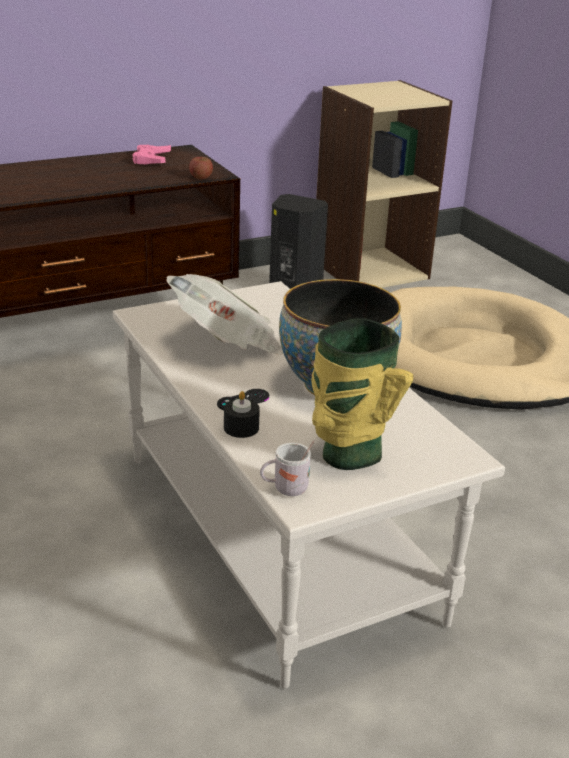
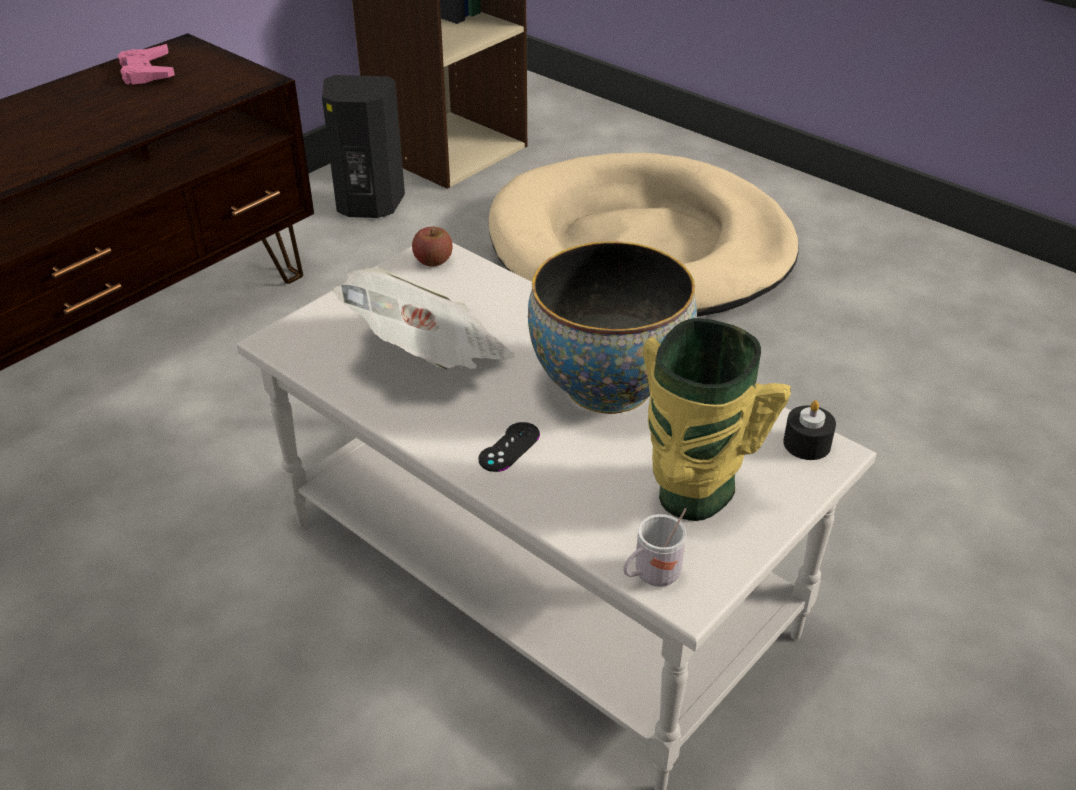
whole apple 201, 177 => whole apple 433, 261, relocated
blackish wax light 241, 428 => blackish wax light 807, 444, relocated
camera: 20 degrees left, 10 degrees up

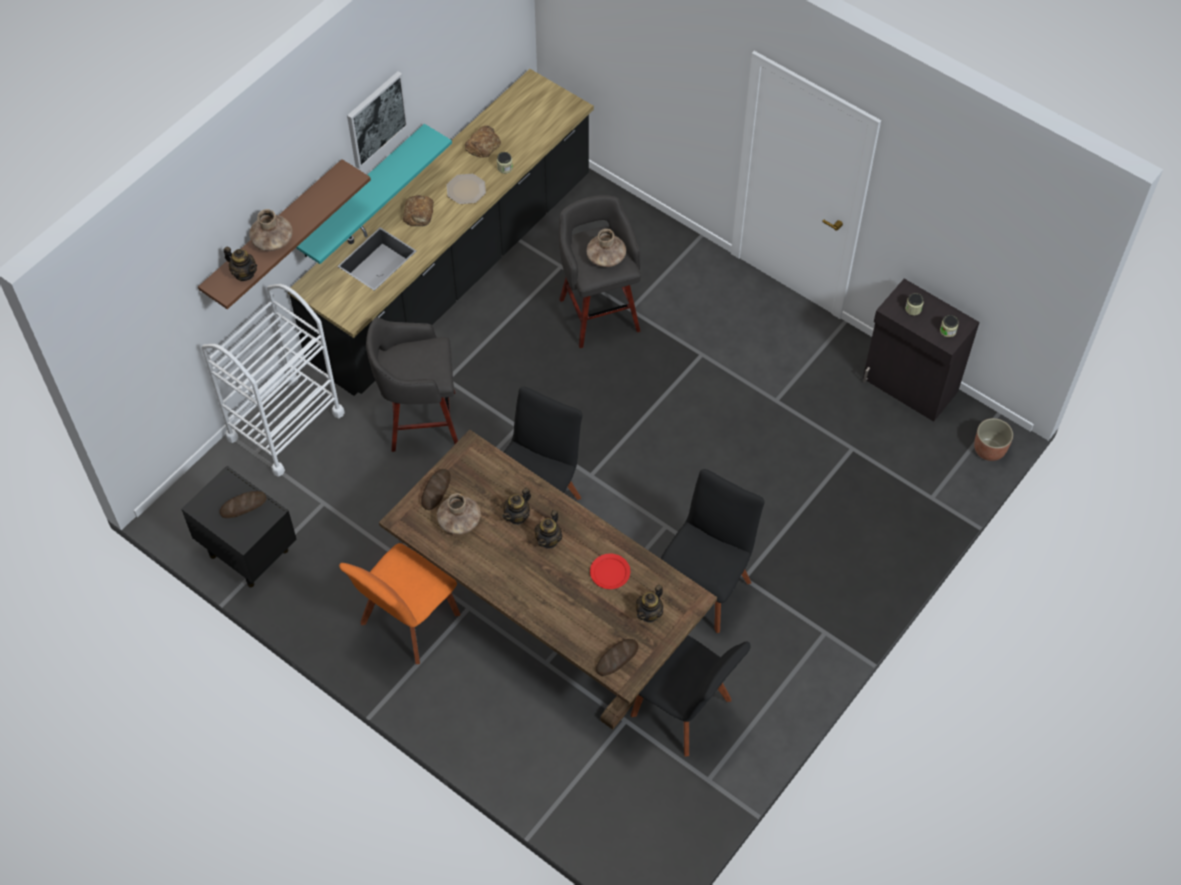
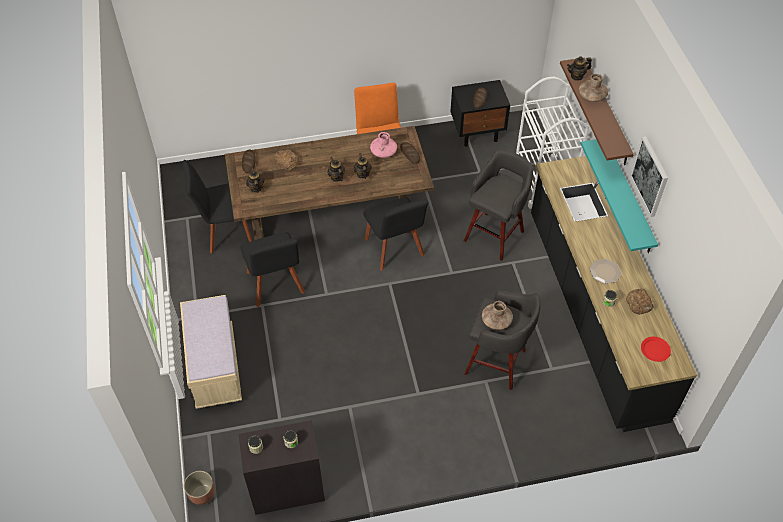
nothing => beige bench 215, 367
bakery bread 419, 214 => bakery bread 287, 161, relocated
red-coloured flat dish 609, 572 => red-coloured flat dish 655, 350, relocated
brown flower vase 459, 521 => pinkish flower vase 383, 152
camera: 130 degrees right, 5 degrees down

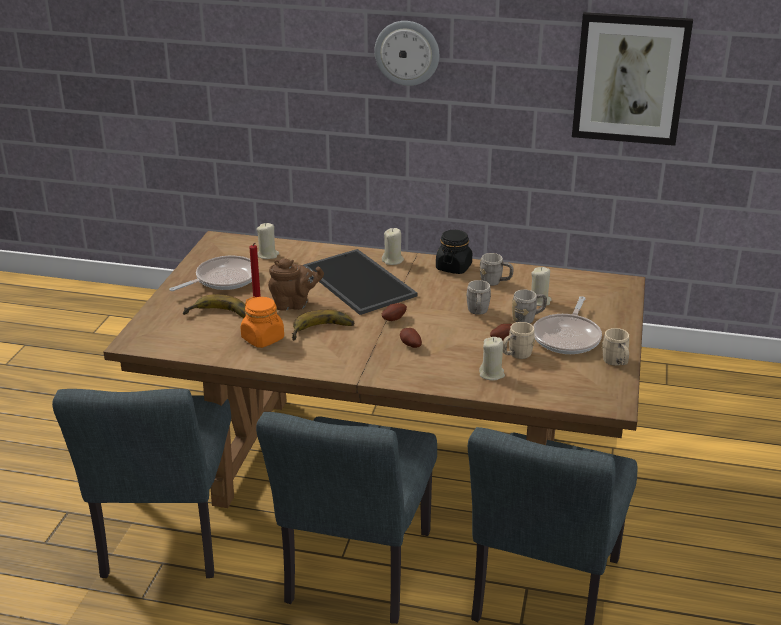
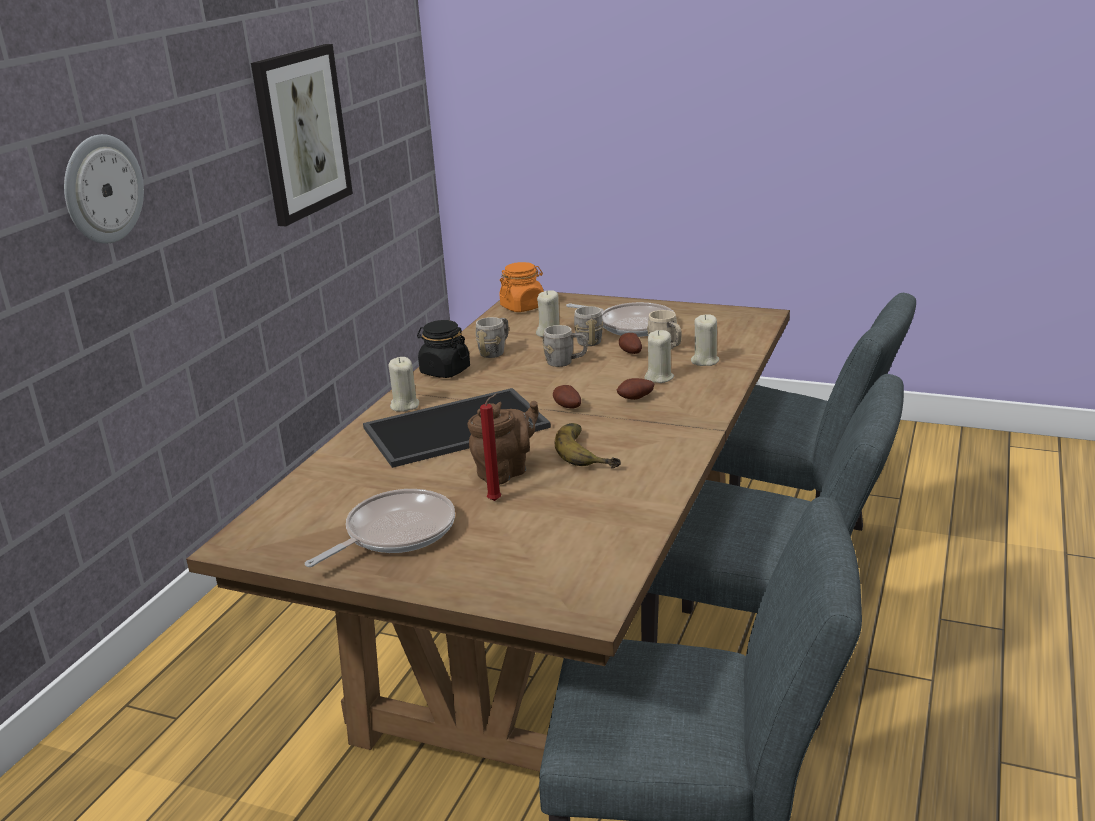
banana 218, 316 => nothing
beige mug 616, 363 => nothing
orange jar 263, 339 => orange jar 522, 307, relocated
beige wax light 268, 255 => beige wax light 659, 377, relocated
frying pan 223, 279 => frying pan 395, 533, 75 degrees clockwise
brown teapot 294, 304 => brown teapot 505, 472, 45 degrees clockwise
camera: 80 degrees left, 5 degrees down

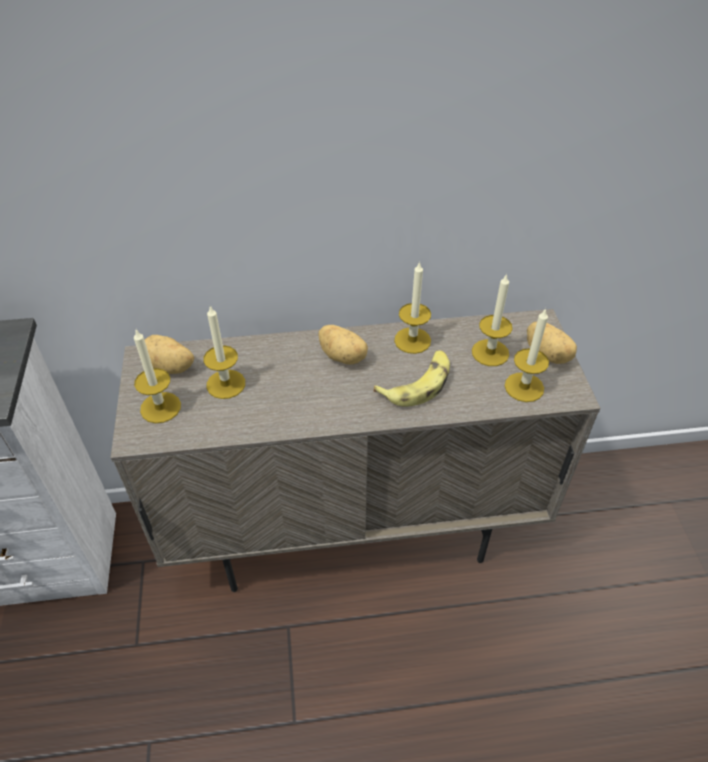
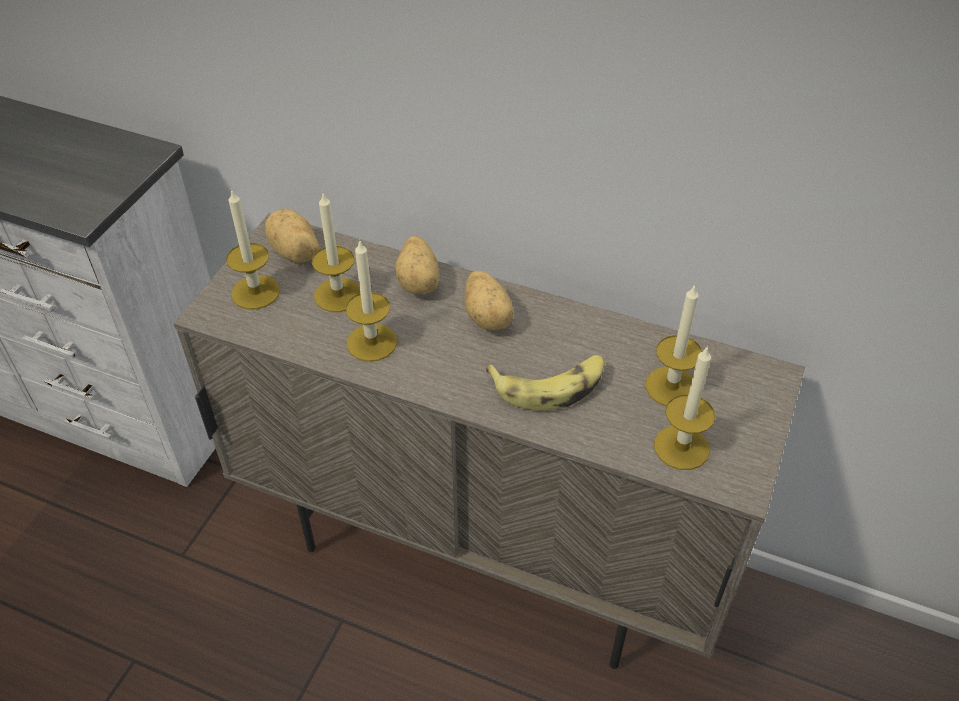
wax light 412, 340 => wax light 371, 342, relocated
spud 548, 354 => spud 419, 282, relocated
camera: 30 degrees right, 0 degrees up

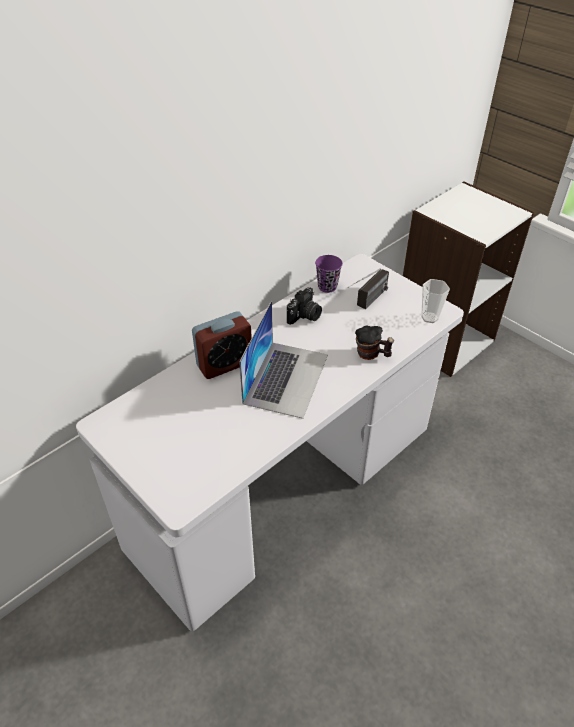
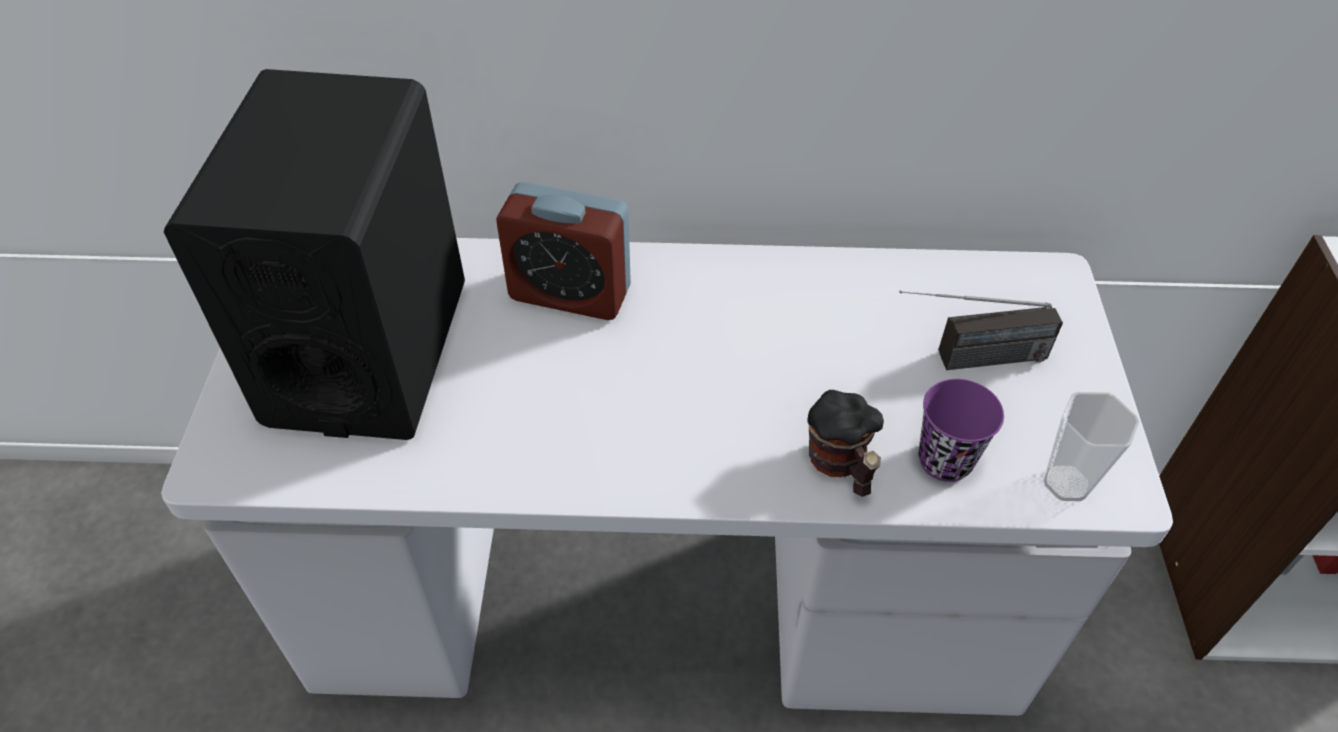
notebook computer 286, 378 => nothing
photo camera 305, 316 => nothing
nothing => blackish speaker 368, 351
purple-coloured drinking cup 327, 287 => purple-coloured drinking cup 945, 460, relocated
camera: 45 degrees right, 5 degrees up

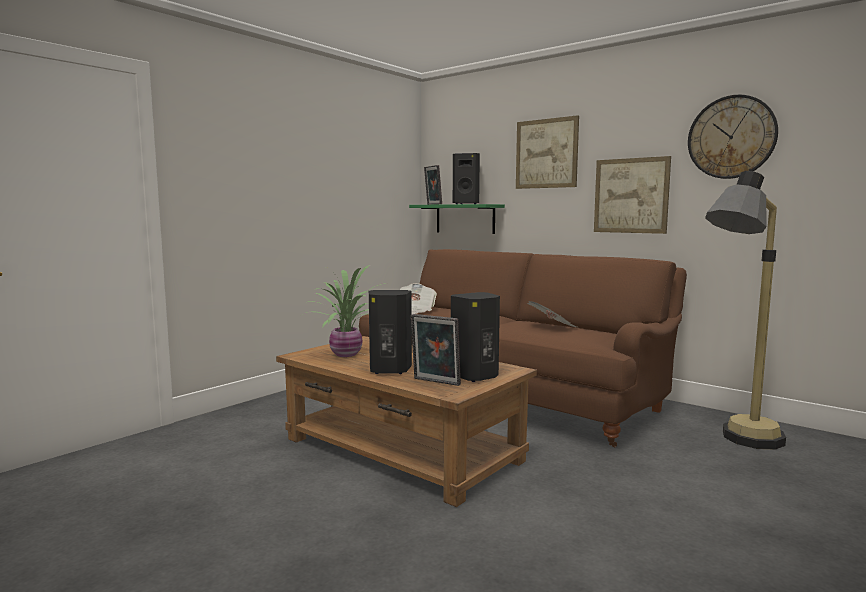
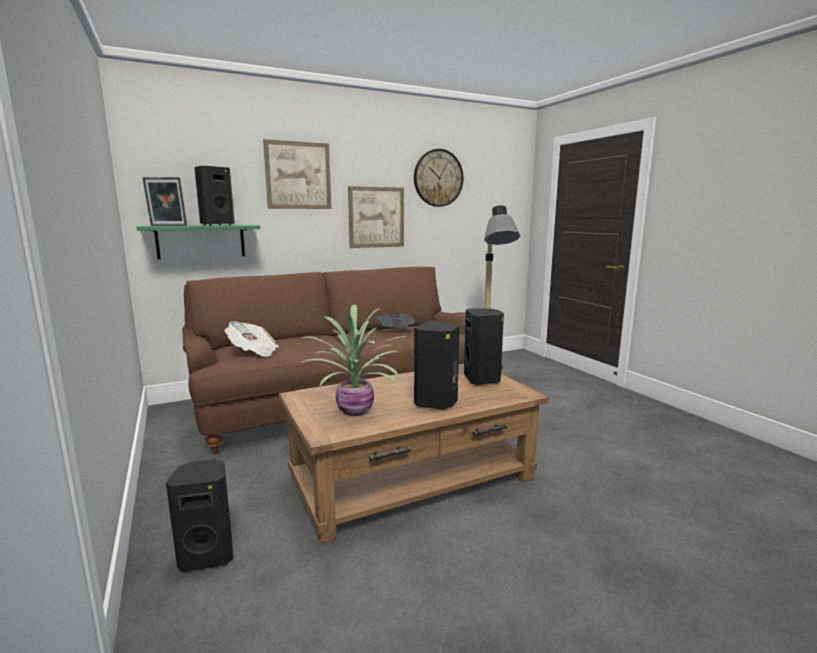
picture frame 435, 382 => nothing
nothing => blackish speaker 208, 555
camera: 65 degrees left, 5 degrees up

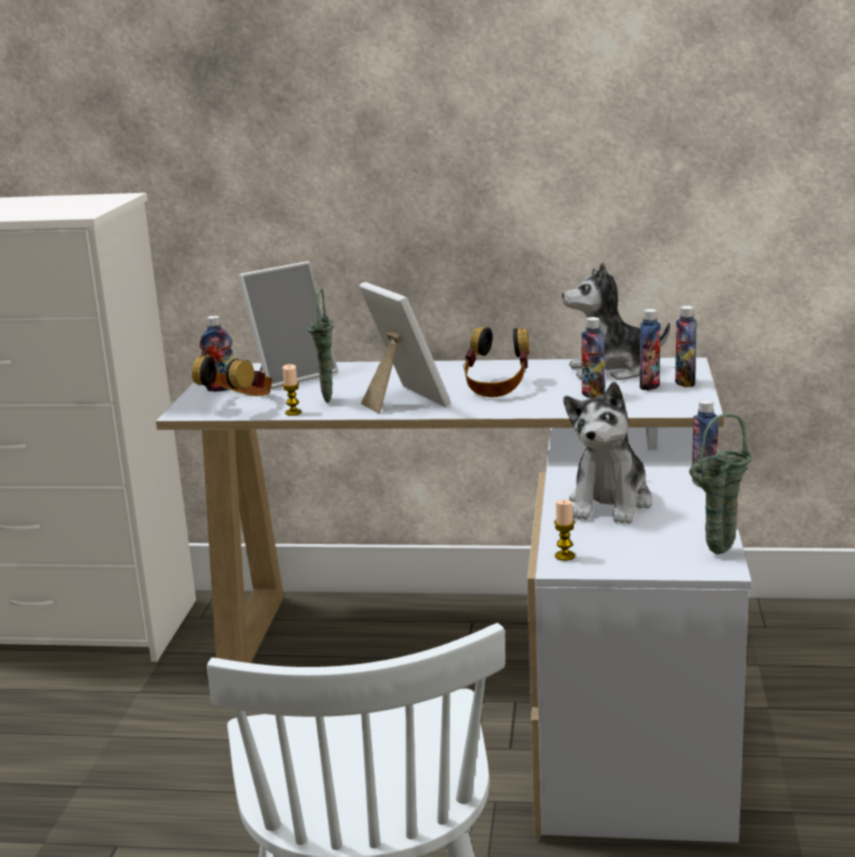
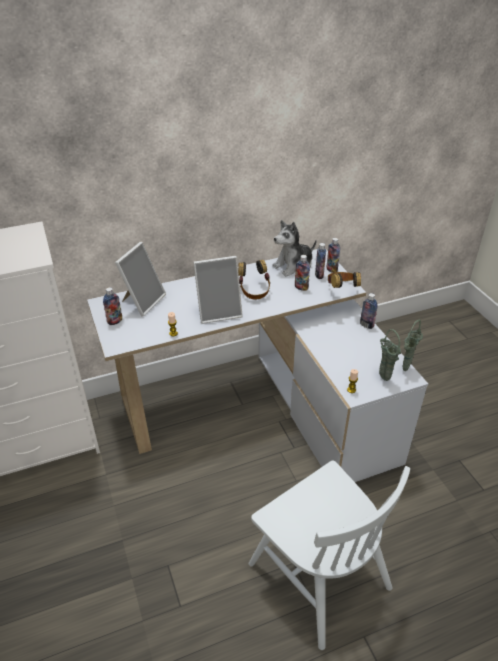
cuddly toy 610, 503 => nothing
headset 239, 404 => headset 342, 289, relocated
greenish flower vase 327, 400 => greenish flower vase 382, 378, relocated
picture frame 402, 401 => picture frame 219, 312, 135 degrees clockwise
camera: 30 degrees left, 20 degrees up

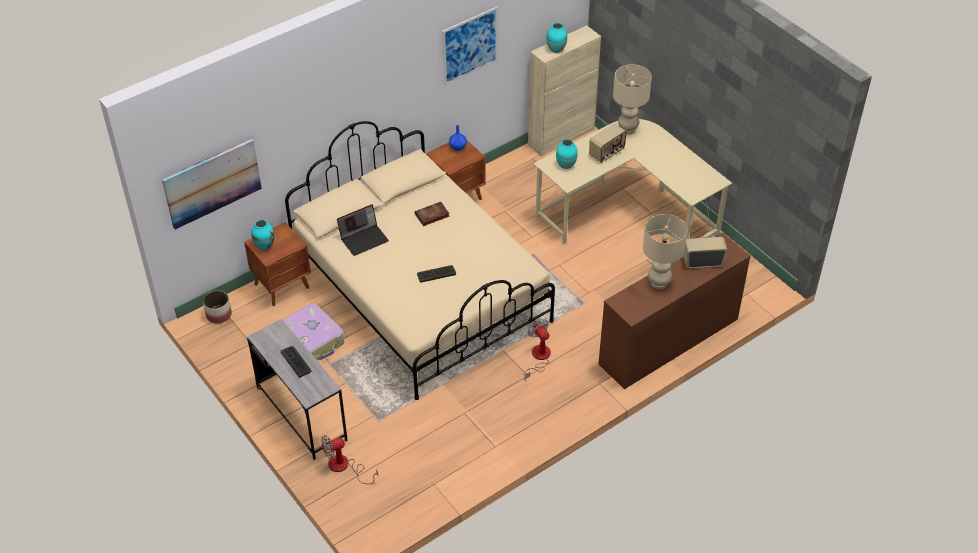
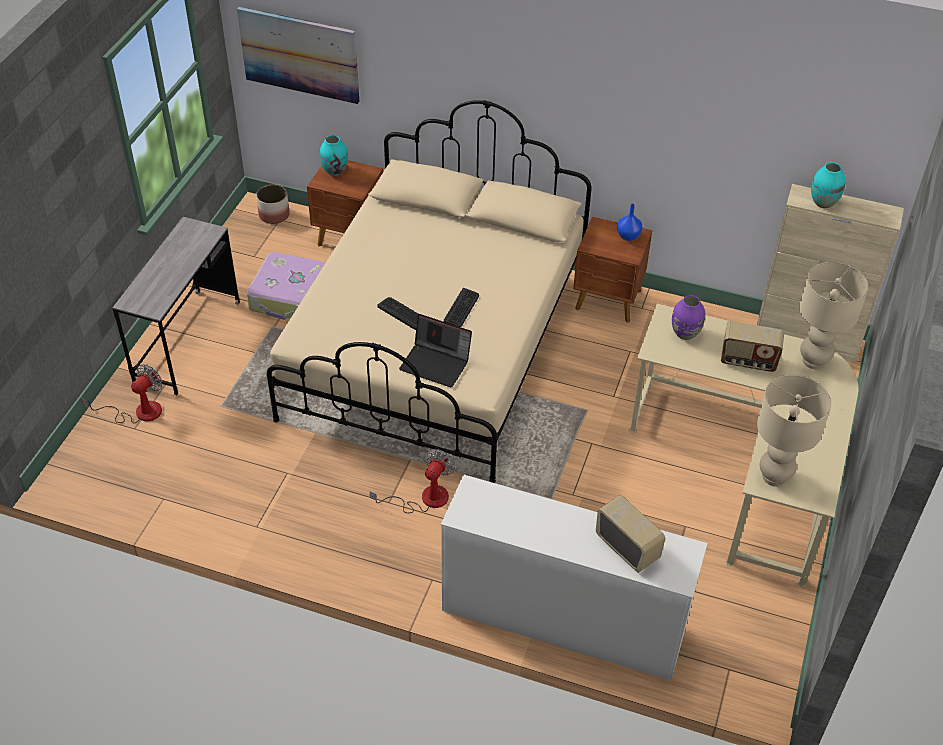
bound book 431, 216 => nothing
wall art 470, 45 => nothing
keyboard 296, 361 => keyboard 461, 308, relocated
notebook computer 364, 238 => notebook computer 436, 363, relocated
beige table lamp 659, 283 => beige table lamp 775, 476, relocated
turquoise-coloured flower vase 566, 165 => purple-coloured flower vase 685, 333
brown dresser 668, 342 => whitish dresser 562, 619
cooling fan 344, 467 => cooling fan 138, 412, 90 degrees clockwise
camera: 55 degrees right, 0 degrees up

